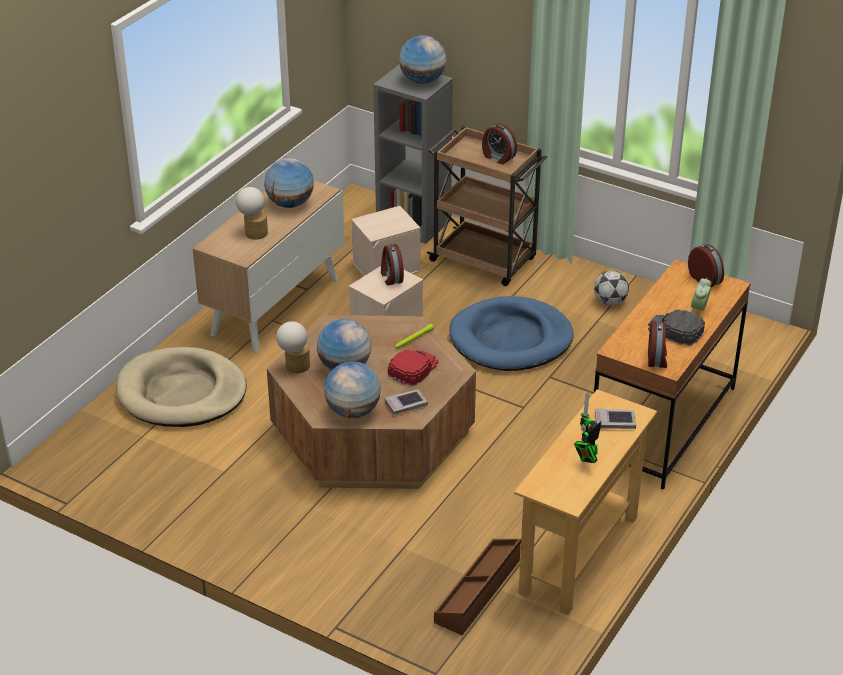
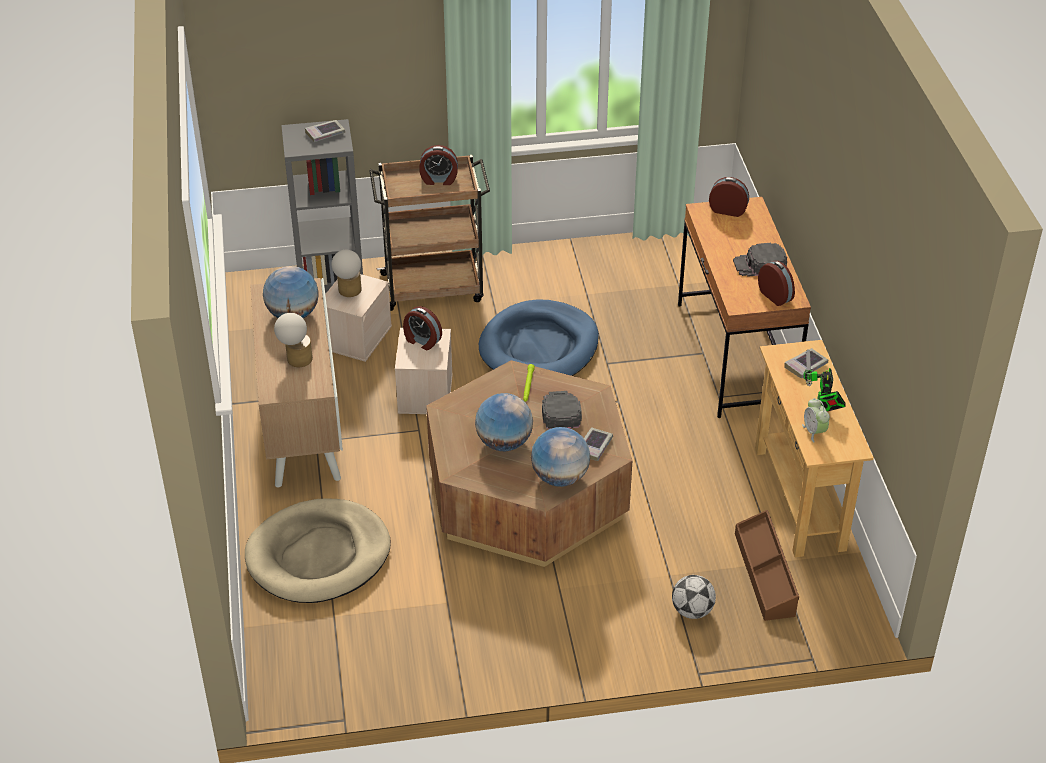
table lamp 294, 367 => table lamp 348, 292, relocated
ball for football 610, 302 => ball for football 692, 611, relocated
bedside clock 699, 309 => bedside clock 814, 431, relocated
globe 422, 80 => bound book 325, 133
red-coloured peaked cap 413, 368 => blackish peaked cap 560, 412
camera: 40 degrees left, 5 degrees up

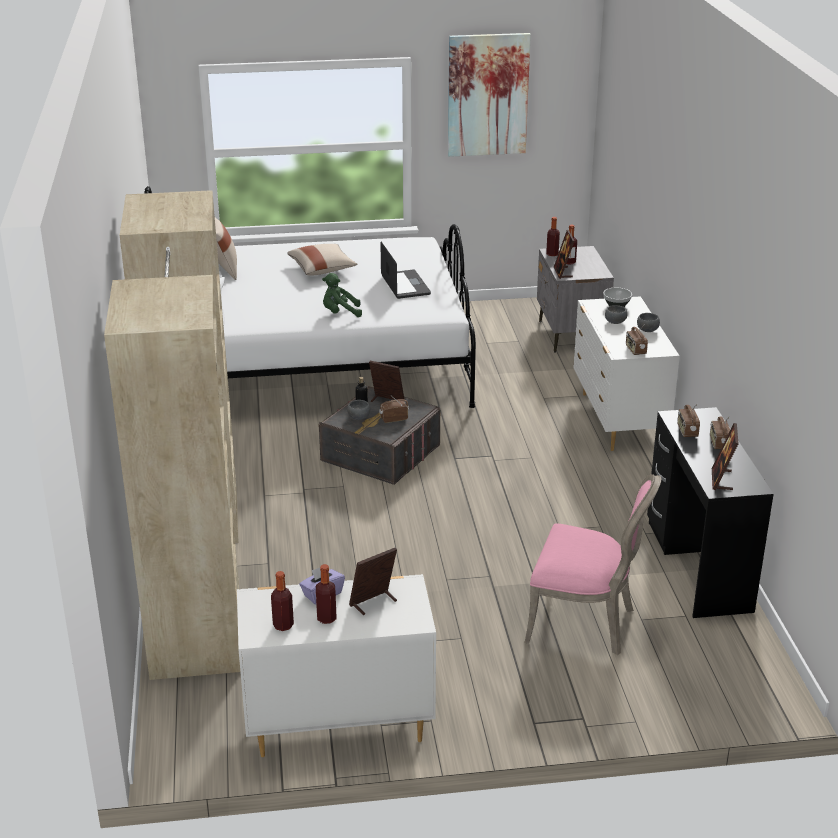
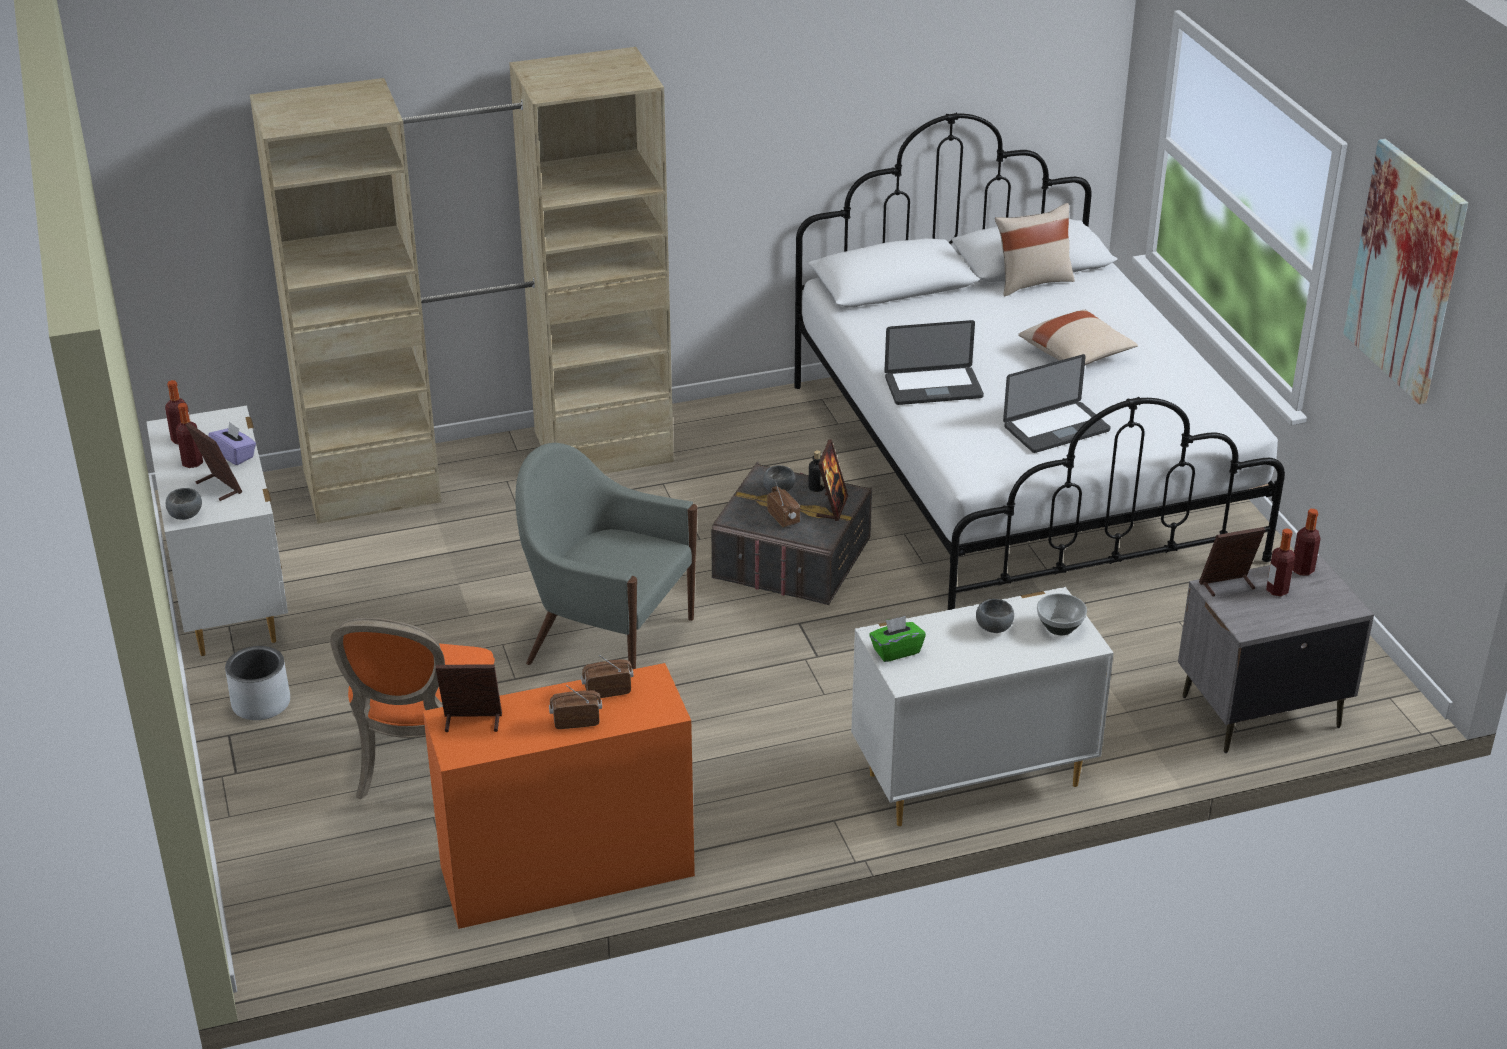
nothing => greyish planter 261, 704
nothing => greyish easy chair 607, 640
greyish deep dish 647, 330 => greyish deep dish 186, 515, relocated
greenish cuddly toy 340, 313 => notebook computer 933, 388
radio receiver 635, 350 => greenish tissue holder 896, 651
pinkish plain chair 585, 623 => orange plain chair 421, 766
blackish desk unit 698, 566 => orange desk unit 567, 872
camera: 80 degrees right, 5 degrees up

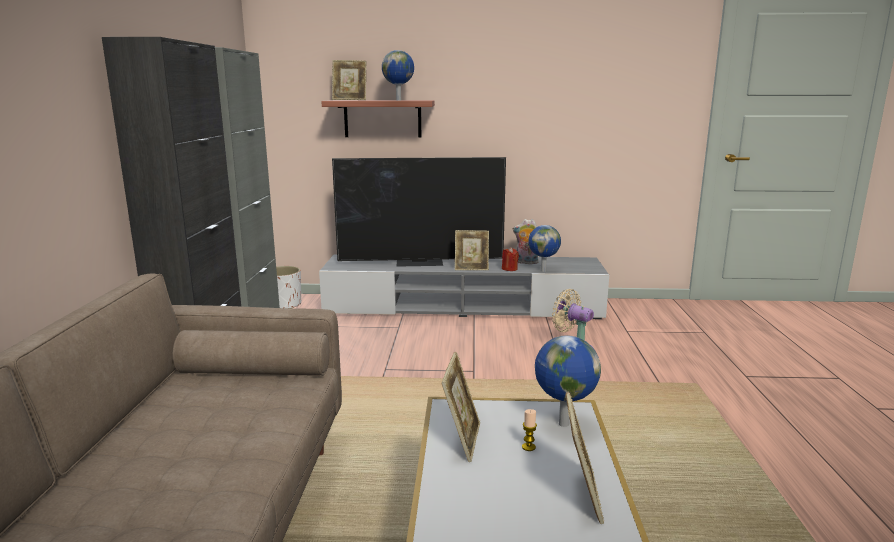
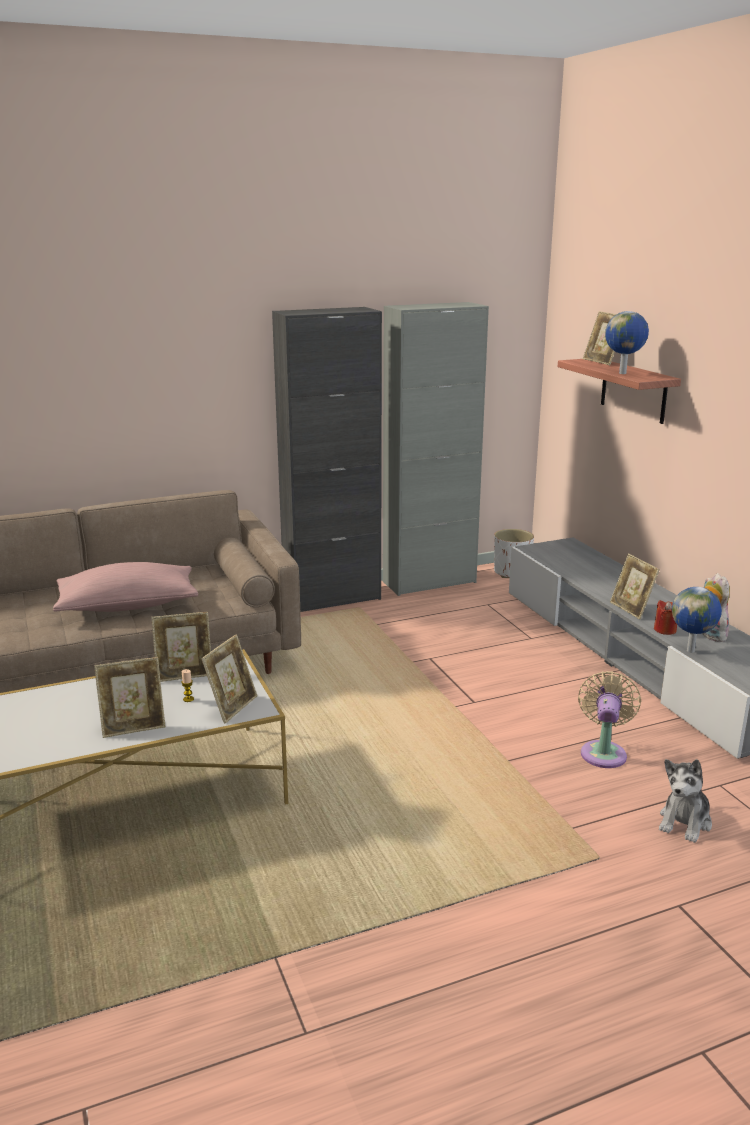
TV 420, 262 => nothing
nothing => pinkish pillow 128, 606
nothing => cuddly toy 685, 822
globe 562, 423 => picture frame 232, 707
camera: 65 degrees right, 5 degrees up

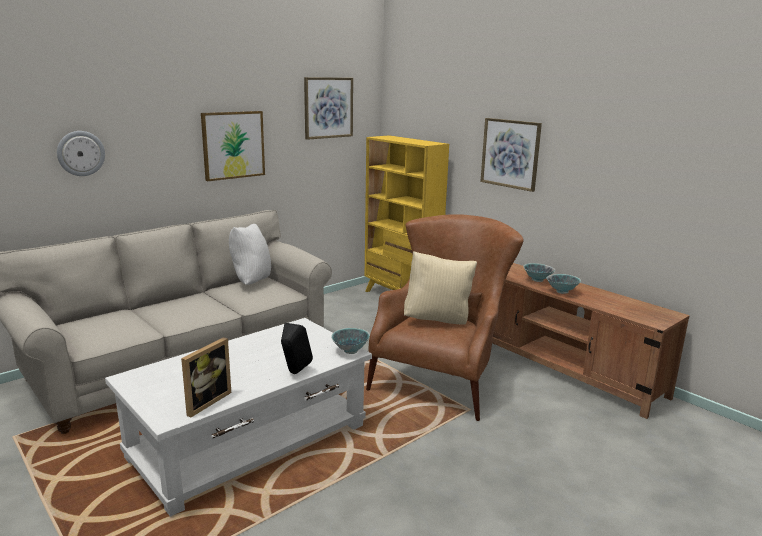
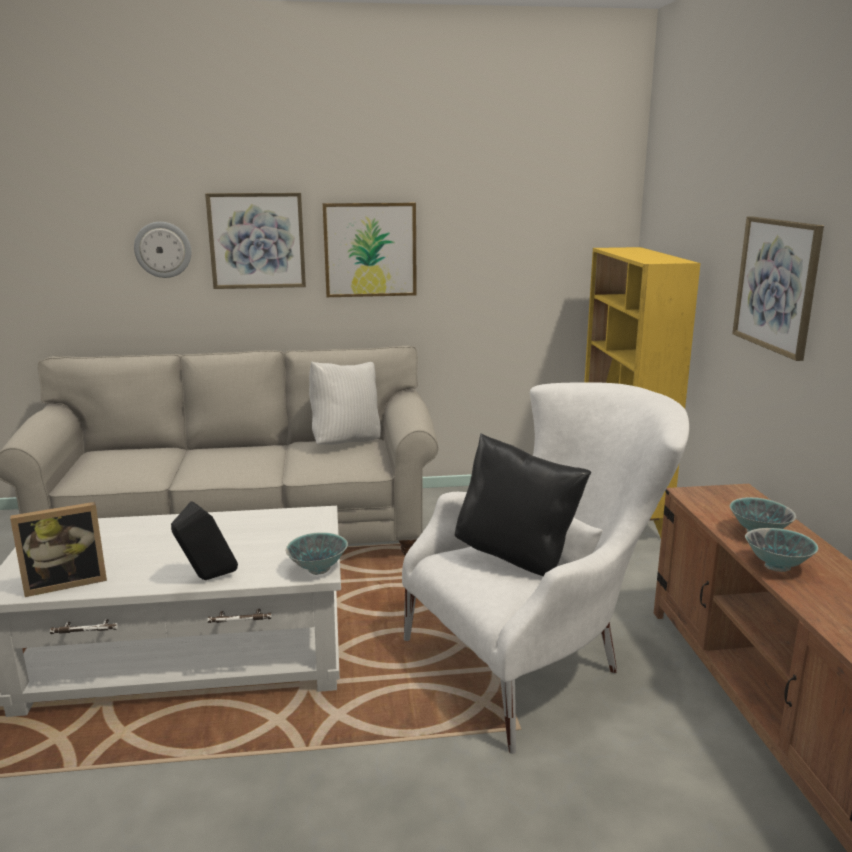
wall art 328, 108 => wall art 257, 241, relocated
brown easy chair 442, 376 => whitish easy chair 540, 657
beige pillow 438, 320 => blackish pillow 517, 559
camera: 35 degrees right, 0 degrees up

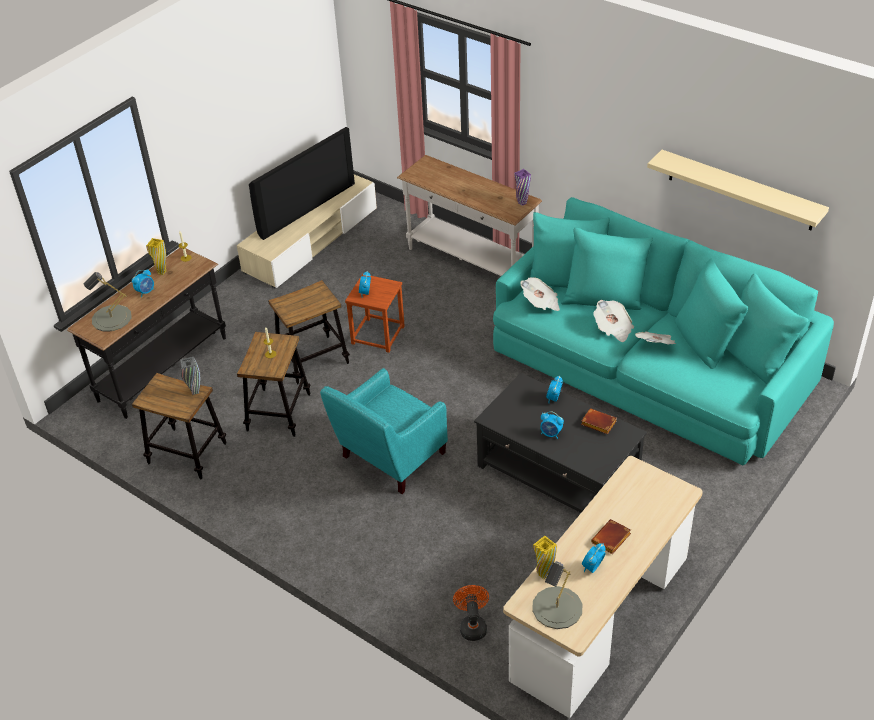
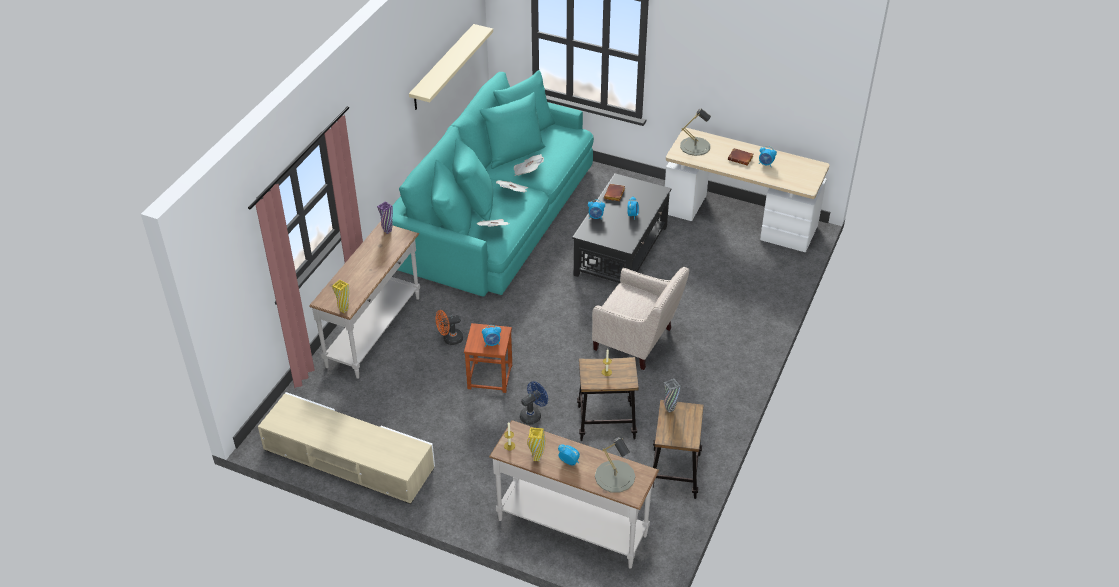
TV 305, 208 => nothing
orange cooling fan 472, 625 => orange cooling fan 449, 339, relocated
greyish table lamp 557, 608 => greyish table lamp 695, 146, relocated
yellow flower vase 544, 575 => yellow flower vase 344, 310, relocated
stool 313, 360 => bluish cooling fan 533, 415
blackish hall table 164, 369 => whitish hall table 572, 526
turquoise-coloured easy chair 388, 459 => beige easy chair 637, 342
camera: 105 degrees left, 0 degrees up

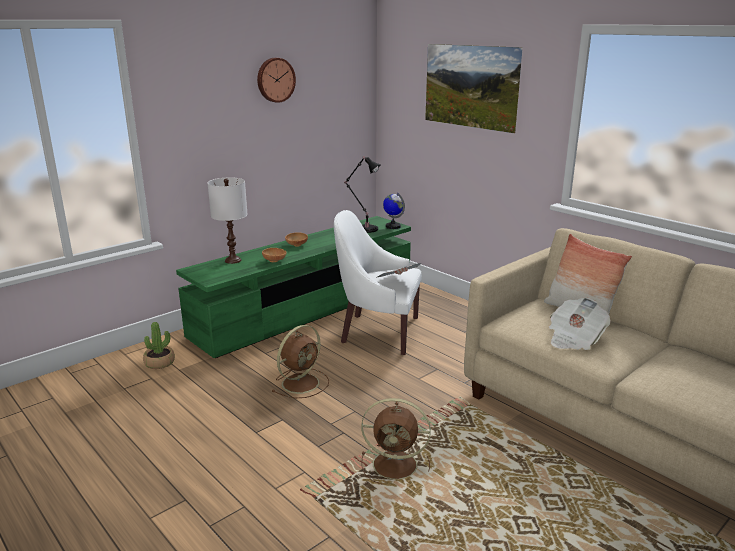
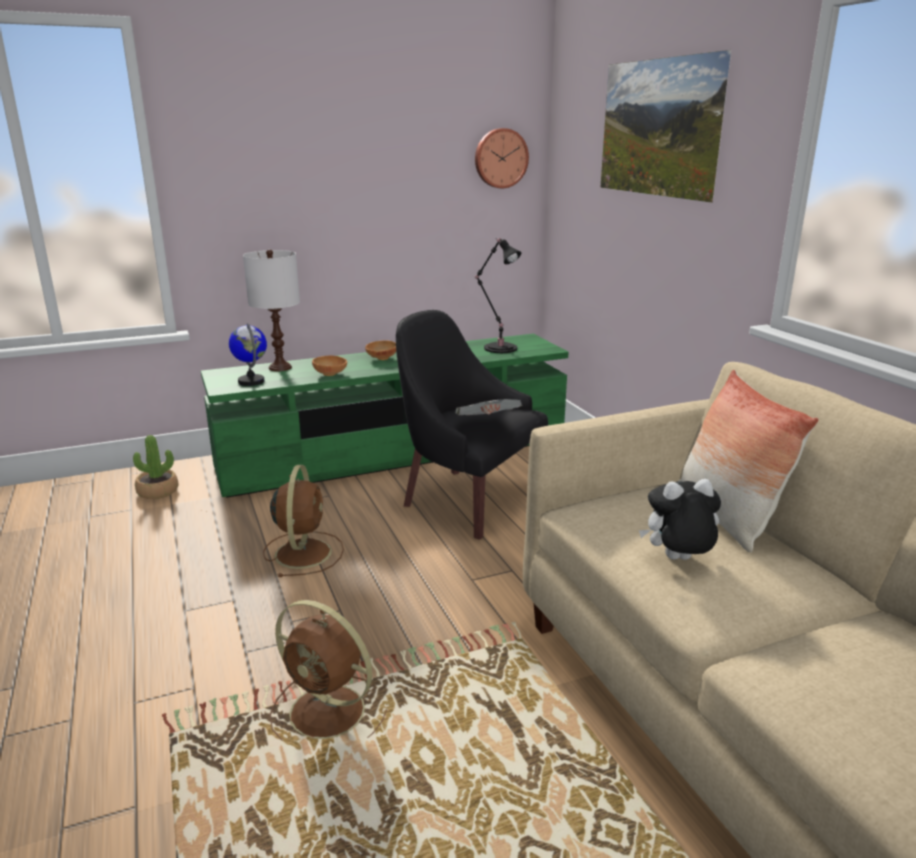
clock on the wall 275, 80 => clock on the wall 500, 158, relocated
globe 393, 226 => globe 251, 381, relocated
printed paper 574, 339 => cuddly toy 677, 560
whitish easy chair 378, 331 => blackish easy chair 467, 499
brown cooling fan 302, 382 => brown cooling fan 303, 552, 60 degrees counterclockwise
camera: 20 degrees right, 0 degrees up

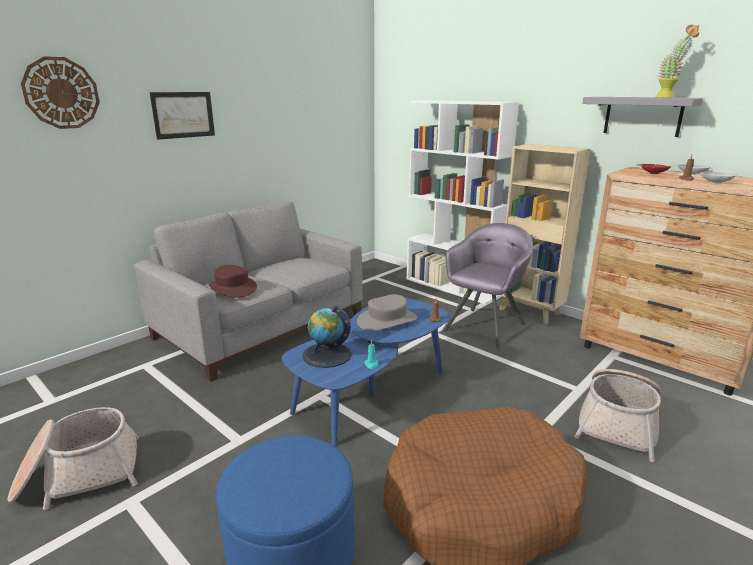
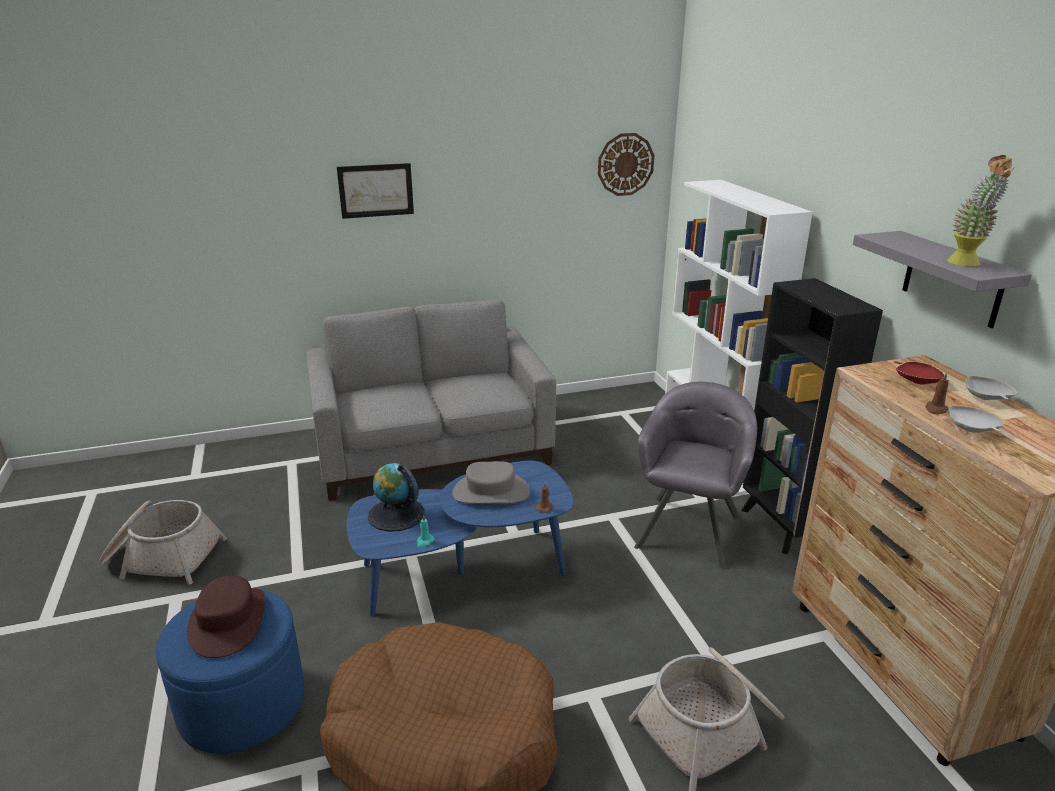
clock on the wall 61, 93 => clock on the wall 625, 164, relocated
brown hat 232, 288 => brown hat 228, 621, relocated
beige bookcase 530, 312 => blackish bookcase 782, 528
greyish easy chair 485, 327 => greyish easy chair 689, 530, 45 degrees counterclockwise
camera: 30 degrees right, 5 degrees up

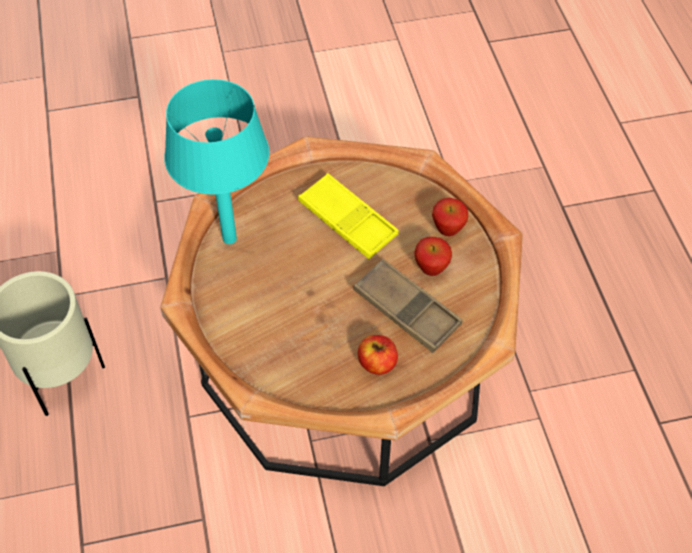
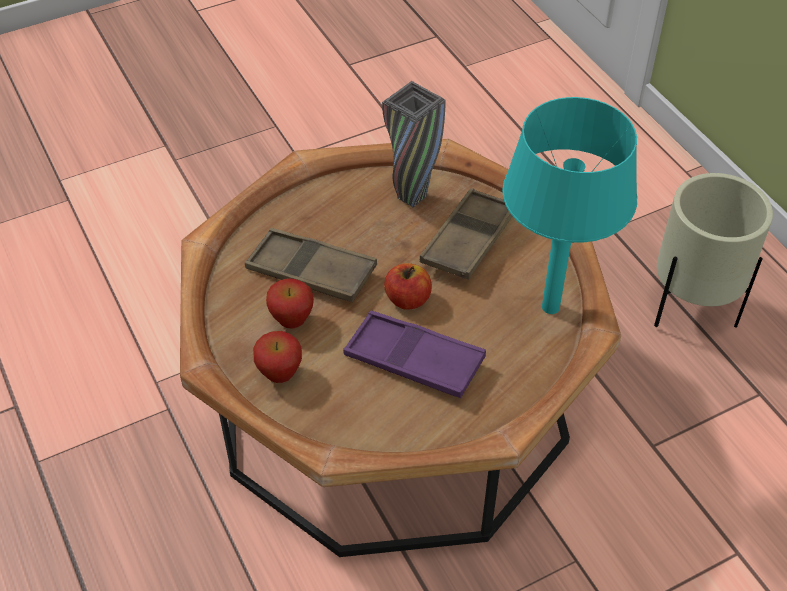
nothing => greyish flower vase 412, 197
nothing => brown serving tray 469, 240
whole apple 377, 363 => whole apple 407, 299, relocated
yellow serving tray 347, 221 => purple-coloured serving tray 414, 360
camera: 165 degrees right, 5 degrees down

